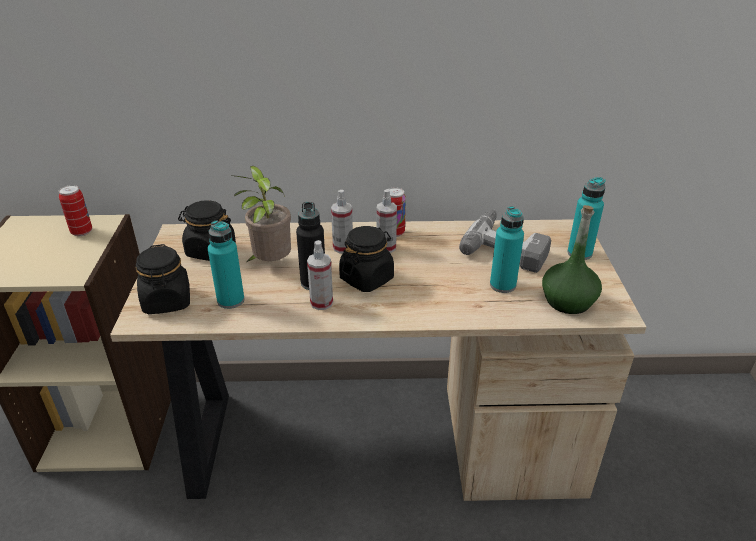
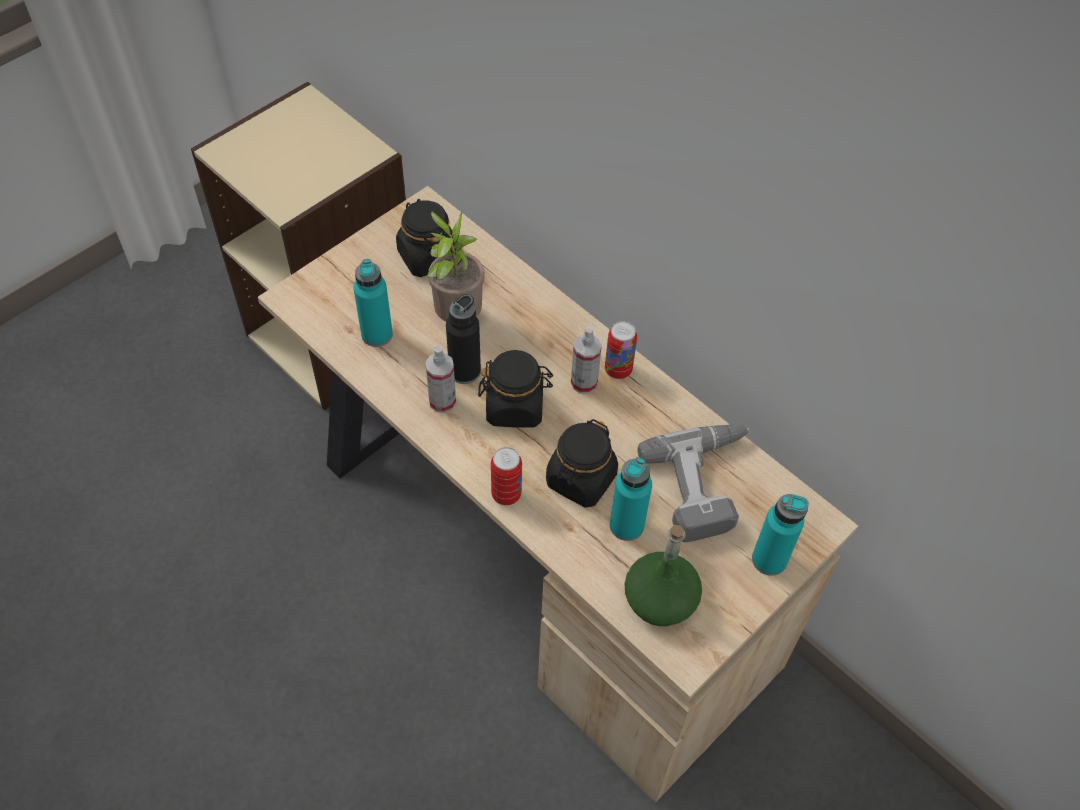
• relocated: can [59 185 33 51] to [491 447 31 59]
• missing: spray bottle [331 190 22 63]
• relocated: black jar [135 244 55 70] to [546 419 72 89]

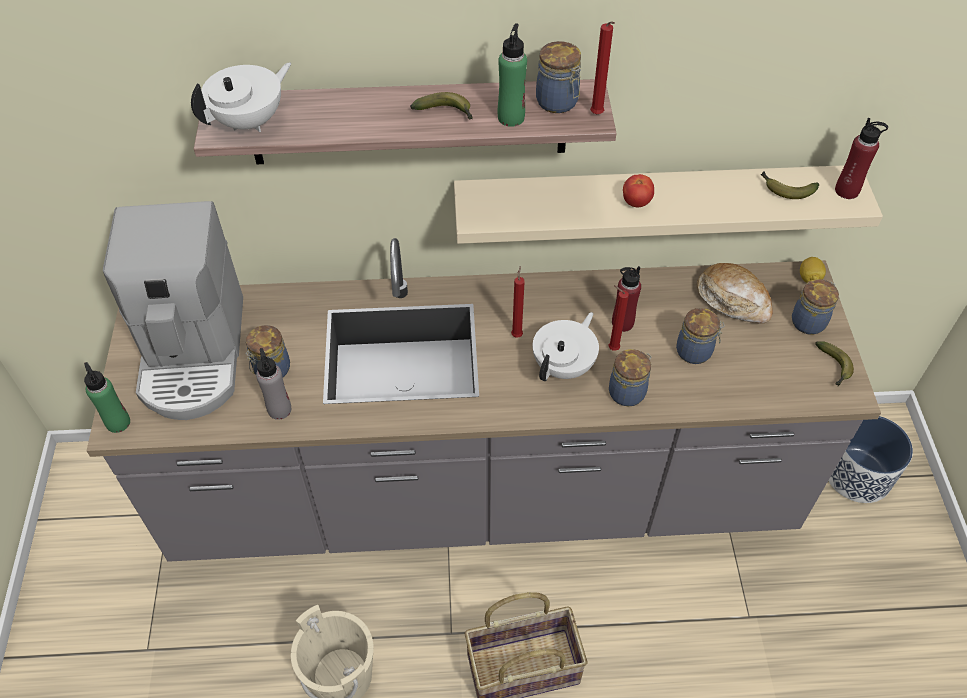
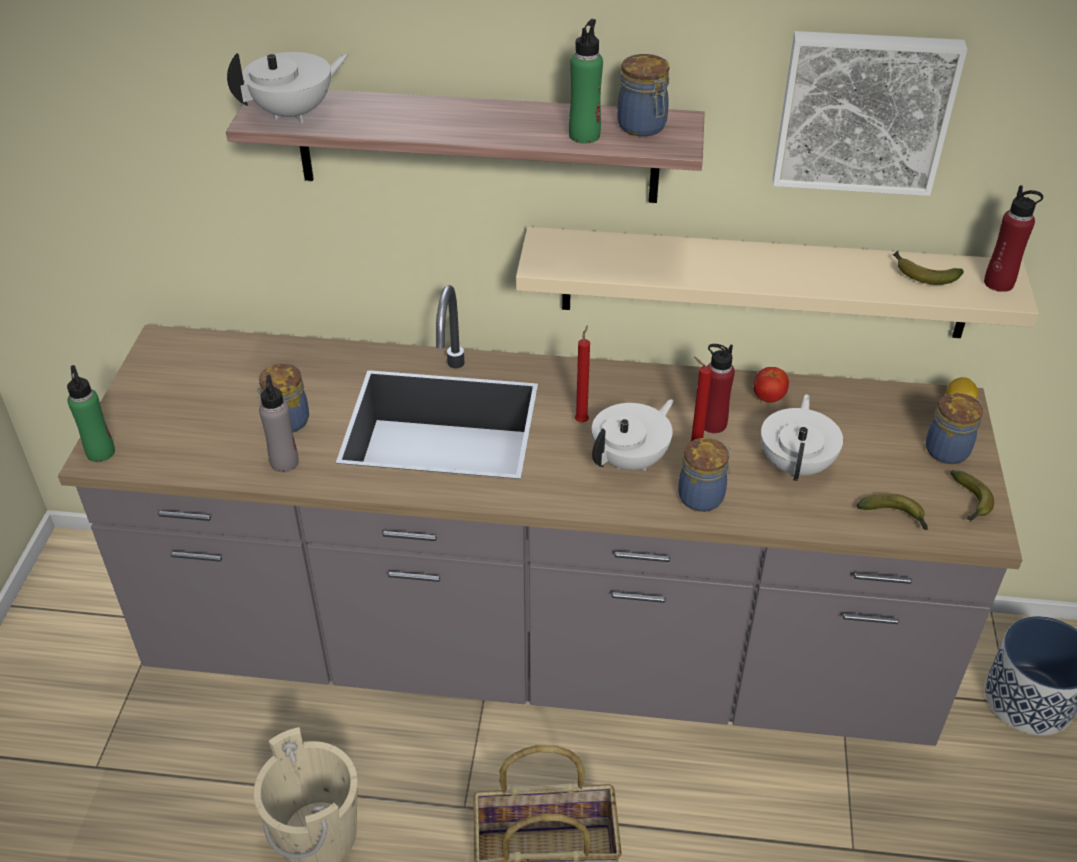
• missing: red candle [590 21 25 93]
• relocated: banana [410 92 63 28] to [857 494 71 36]
• relocated: tomato [623 174 31 33] to [754 367 35 36]
• missing: coffee machine [103 201 140 219]
• missing: bread [697 263 76 60]
• exchanged: jar [676 308 48 56] to white teapot [761 394 82 87]
• appeared: picture [773 31 194 165]

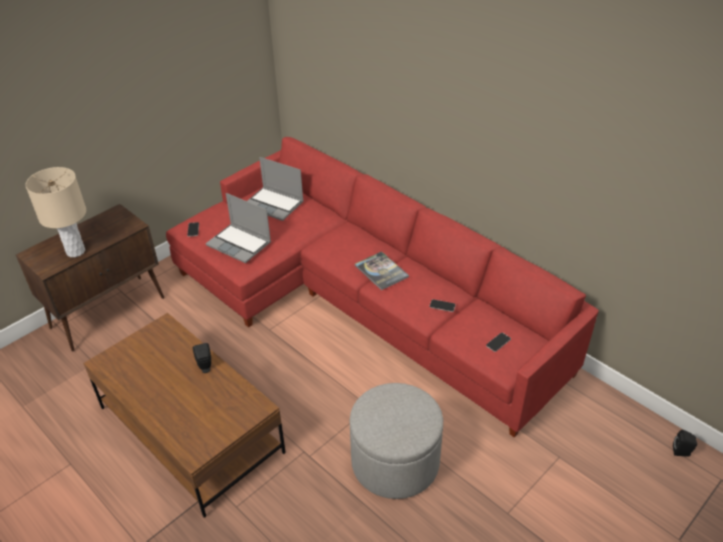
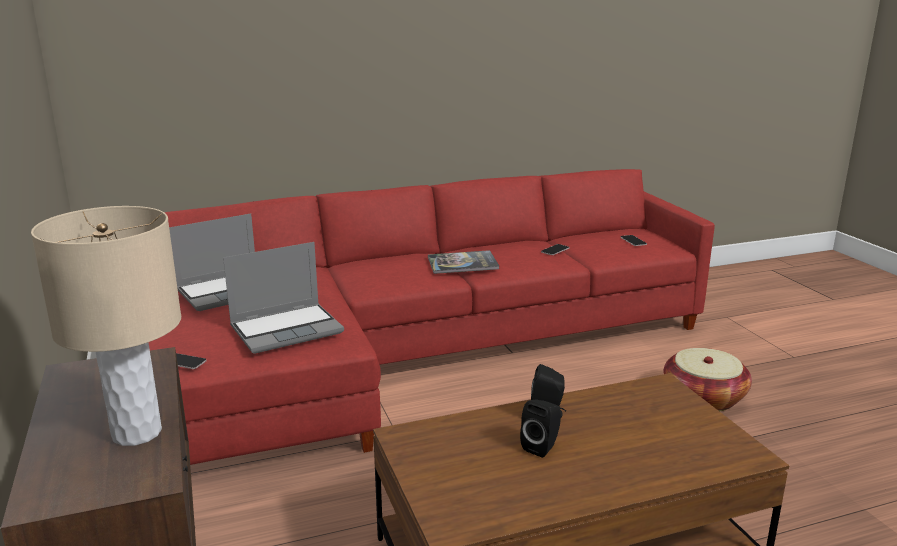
• exchanged: grey ottoman [350 383 93 116] to basket [663 348 89 63]
• relocated: black speaker [673 430 24 26] to [520 399 41 59]

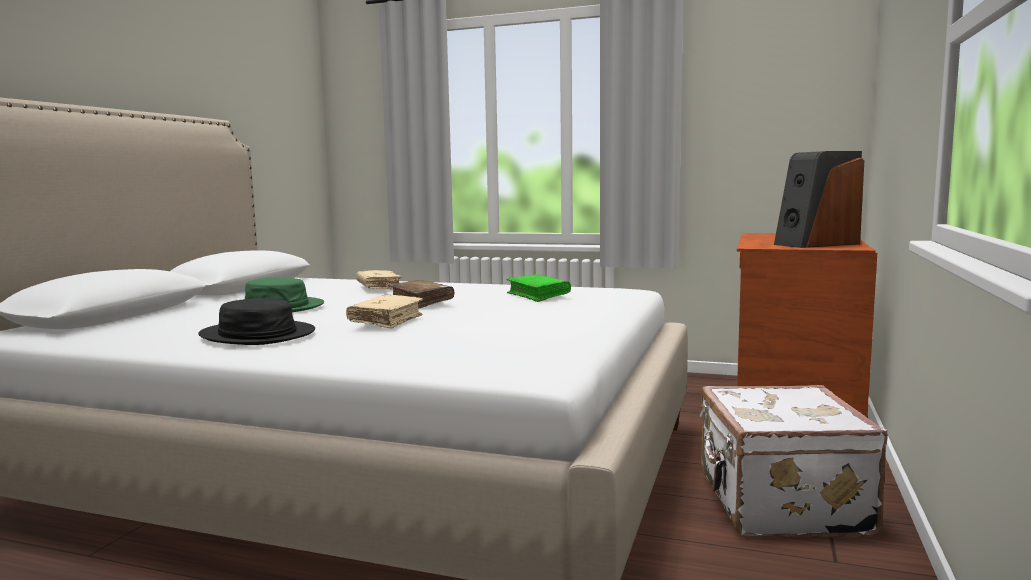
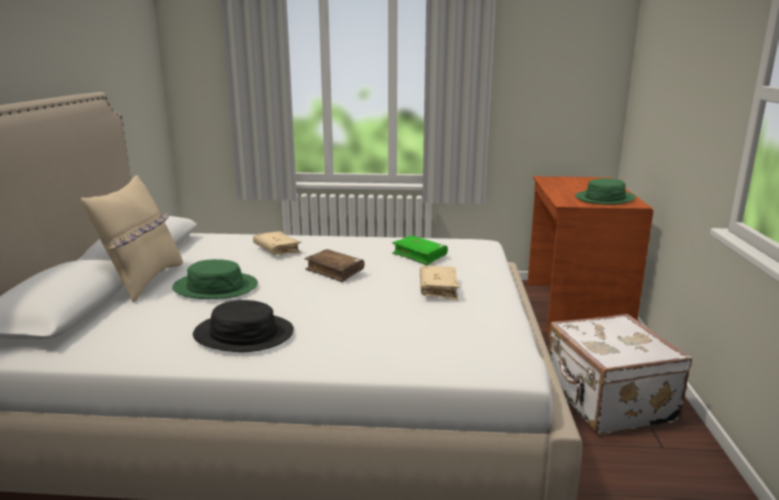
• exchanged: speaker [774 151 90 97] to green hat [575 178 61 26]
• relocated: beige book [346 294 77 35] to [420 265 40 35]
• appeared: beige pillow [81 175 102 128]

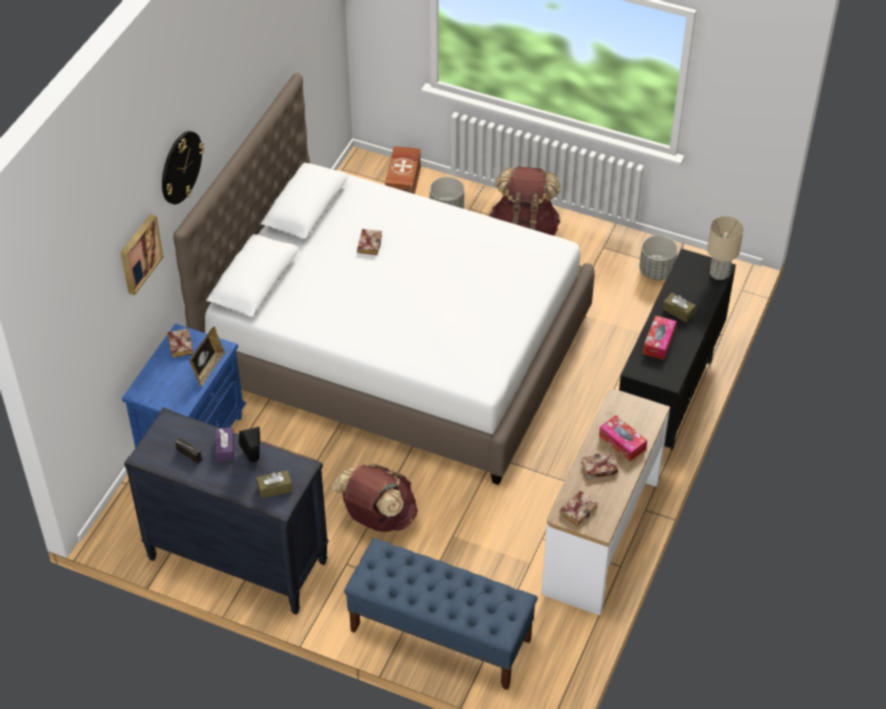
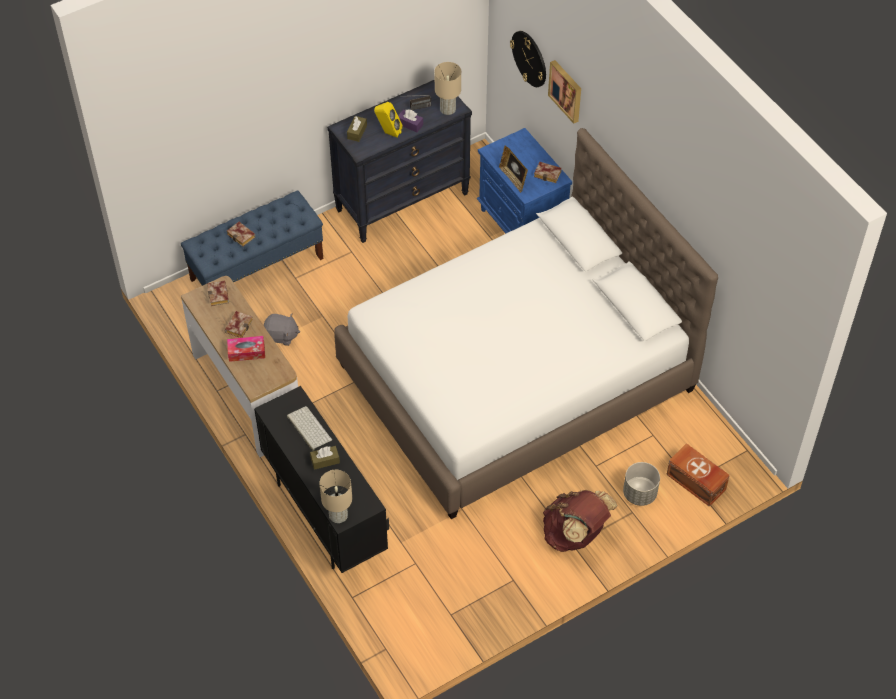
• relocated: wall clock [162 131 42 73] to [510 31 36 56]
• relocated: book [357 229 25 26] to [227 222 28 25]
• missing: grey planter [639 235 39 45]
• exchanged: tissue box [643 315 33 45] to keyboard [287 406 45 45]
• colour: black speaker [239 427 21 35] to yellow speaker [374 102 29 36]
• missing: brown backpack [332 464 86 68]
• appeared: beige table lamp [435 62 26 53]
• appeared: grey plush toy [264 314 36 32]

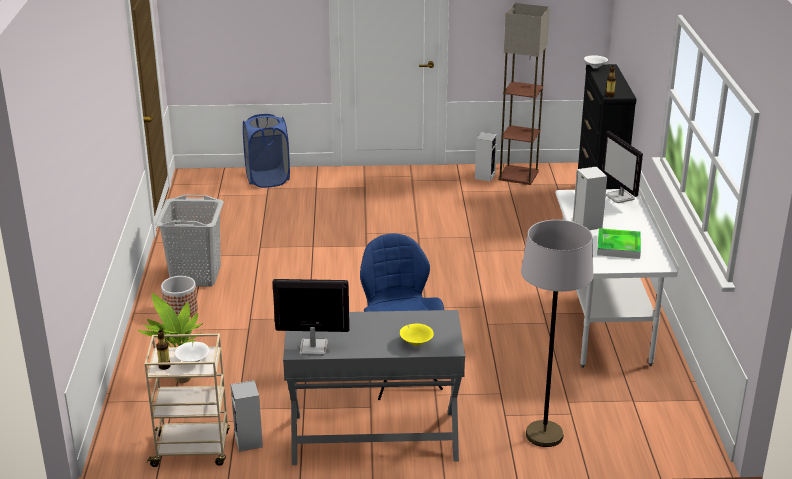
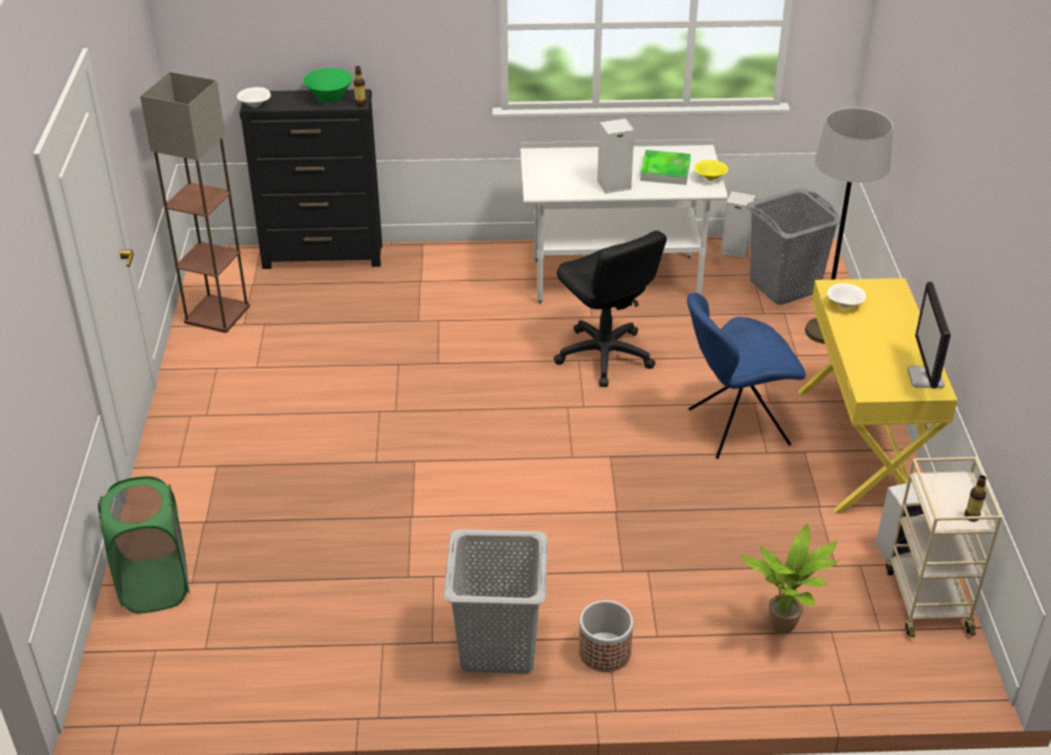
• colour: blue laundry basket [243 114 47 74] to green laundry basket [98 476 92 137]
• missing: monitor [602 131 41 72]
• relocated: speaker [475 132 22 49] to [721 191 35 67]
• colour: grey desk [283 310 182 155] to yellow desk [798 278 160 236]
• relocated: yellow bowl [400 324 34 22] to [695 160 33 21]
• relocated: white bowl [175 342 34 20] to [827 283 39 25]
• appeared: green bowl [303 68 50 34]
• appeared: grey laundry basket [746 188 95 117]
• appeared: black office chair [554 230 113 157]

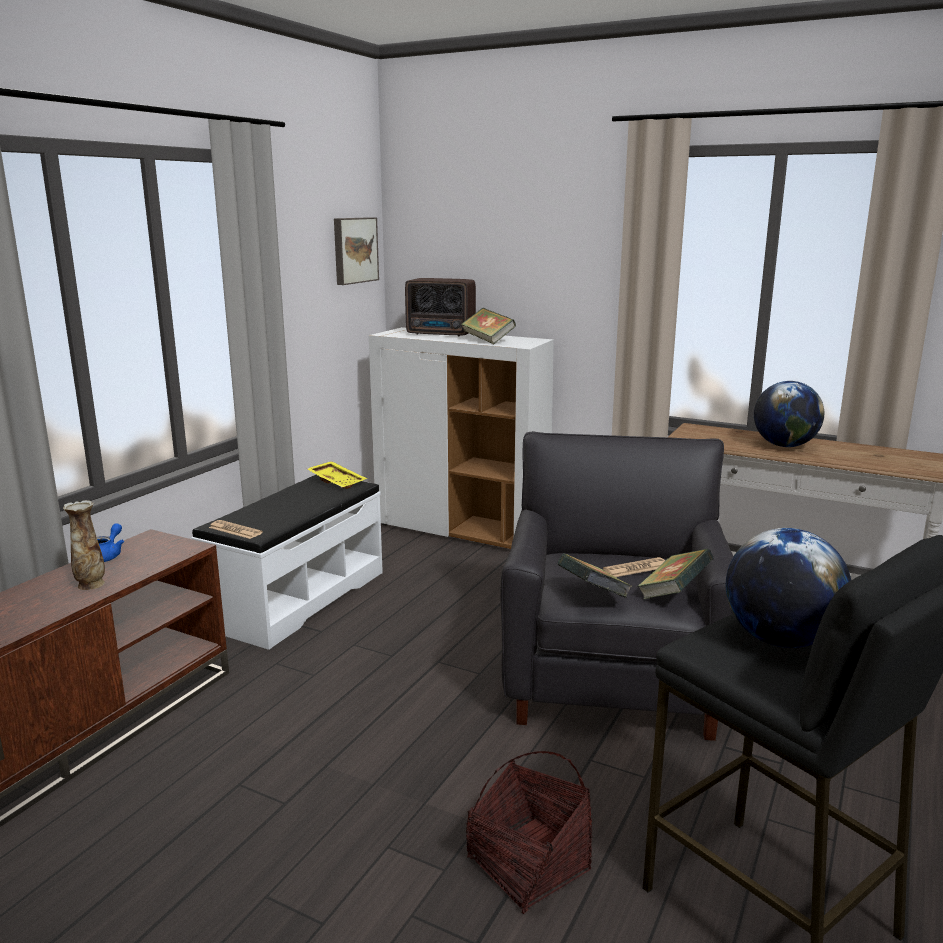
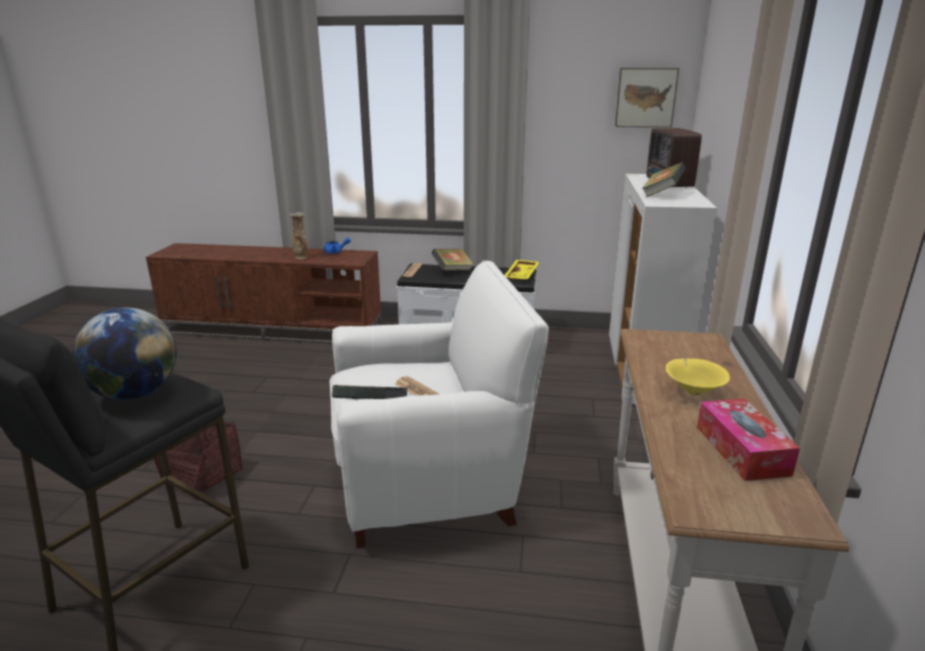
• exchanged: globe [754 381 70 66] to yellow bowl [666 358 64 37]
• colour: black armchair [500 431 233 310] to white armchair [330 261 219 287]
• relocated: book [558 553 74 45] to [432 249 42 22]
• appeared: tissue box [697 399 103 82]

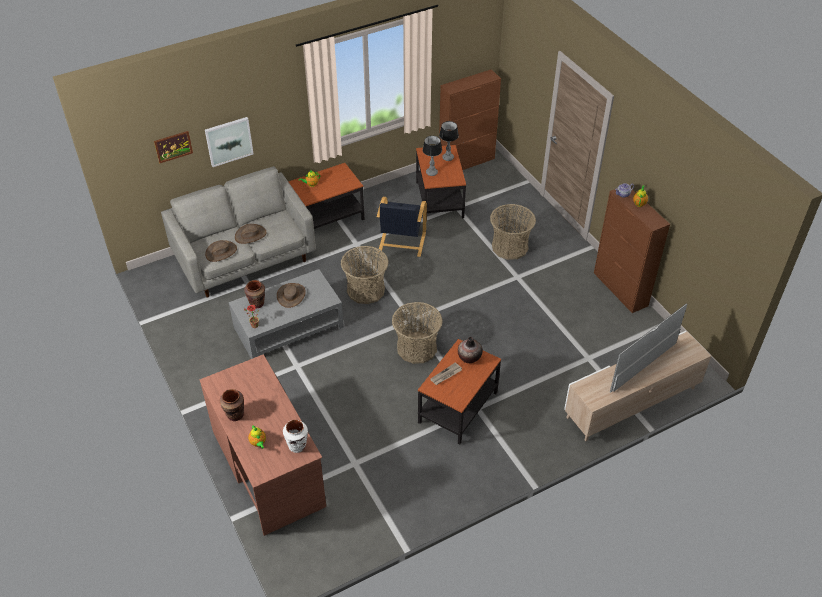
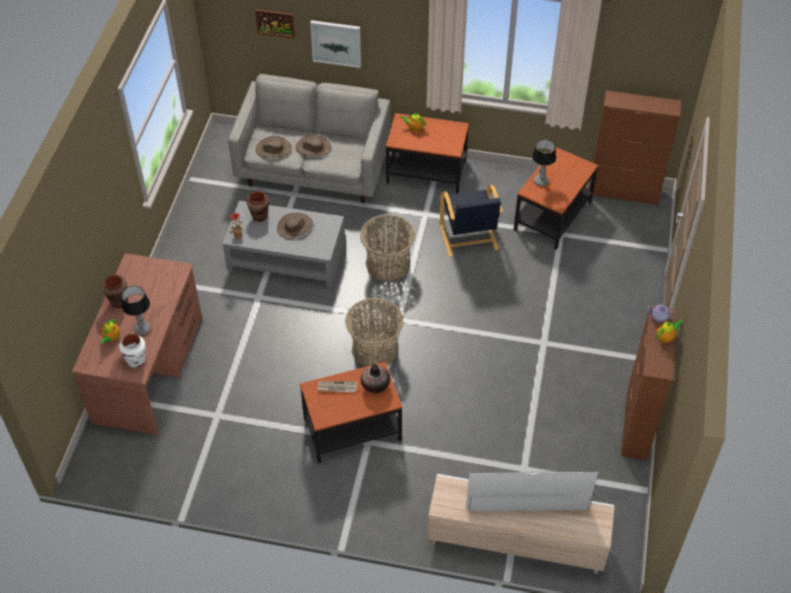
• relocated: table lamp [439 121 20 40] to [122 286 29 49]
• spun: black armchair [377 197 50 60] = [440 185 63 72] 60 degrees counterclockwise
• missing: basket [490 204 46 56]

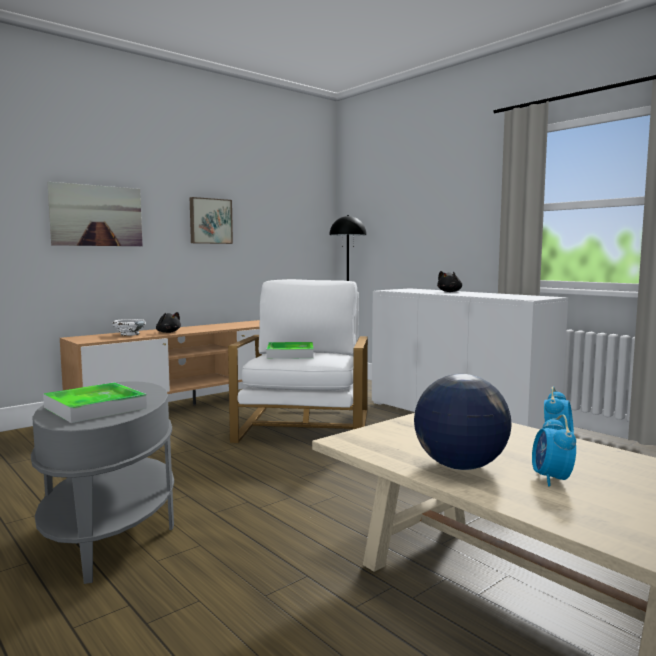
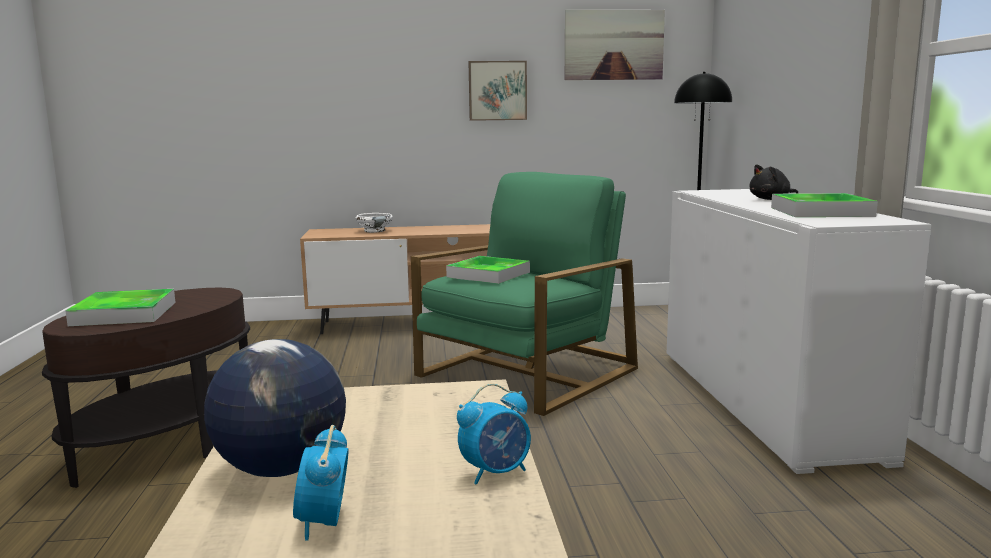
• relocated: picture [47 182 96 64] to [565 10 100 70]
• colour: white armchair [228 279 140 164] to green armchair [411 172 227 244]
• missing: black plush toy [156 312 25 21]
• colour: grey side table [31 381 143 203] to brown side table [42 288 208 200]
• spun: alarm clock [532 415 44 71] = [293 425 56 116] 45 degrees counterclockwise
• appeared: tray [771 193 107 24]

